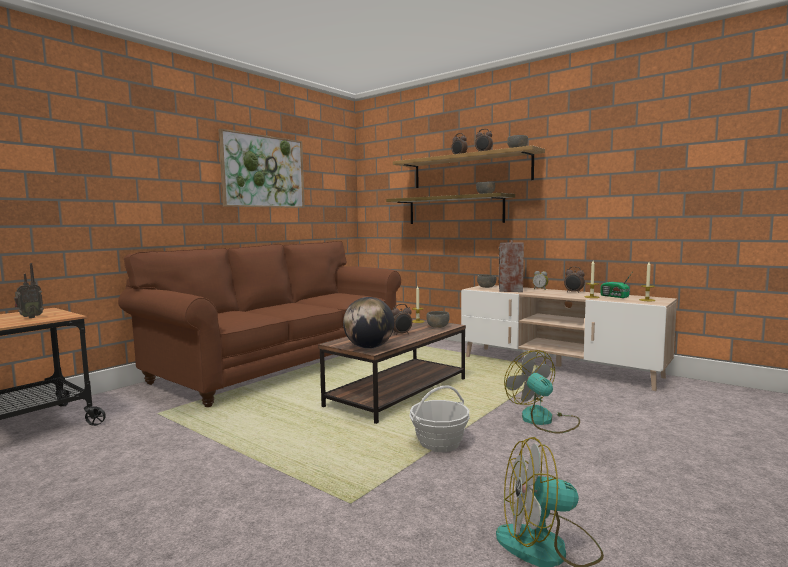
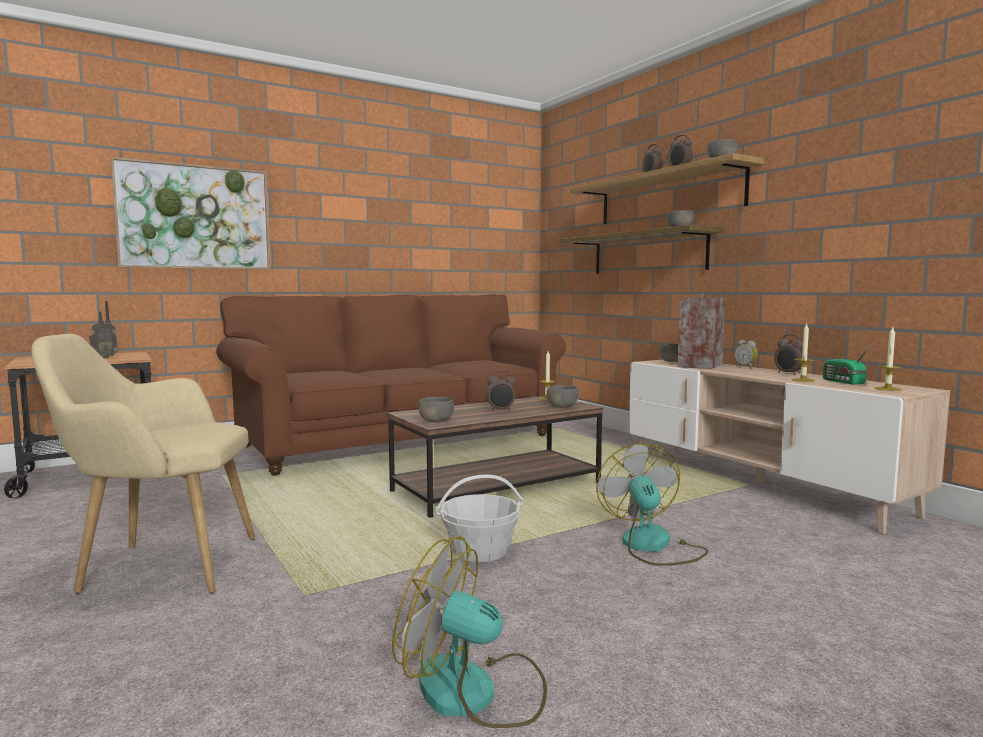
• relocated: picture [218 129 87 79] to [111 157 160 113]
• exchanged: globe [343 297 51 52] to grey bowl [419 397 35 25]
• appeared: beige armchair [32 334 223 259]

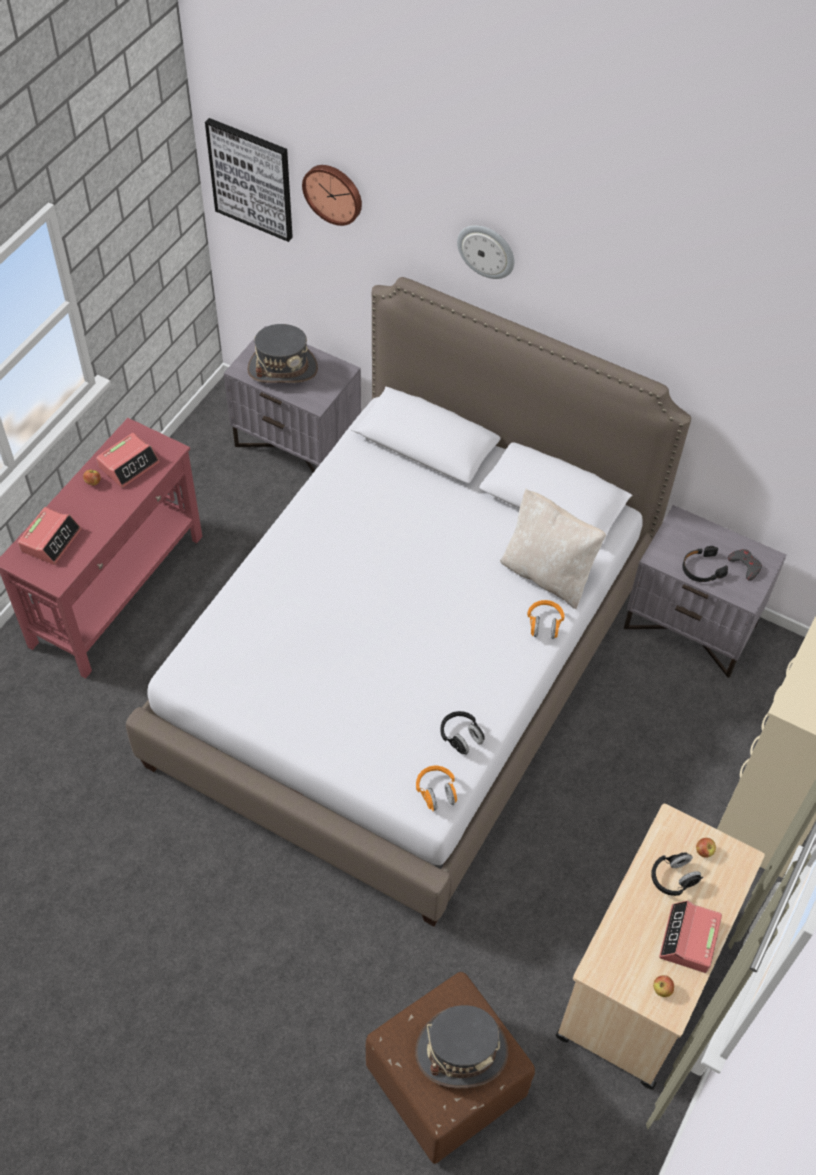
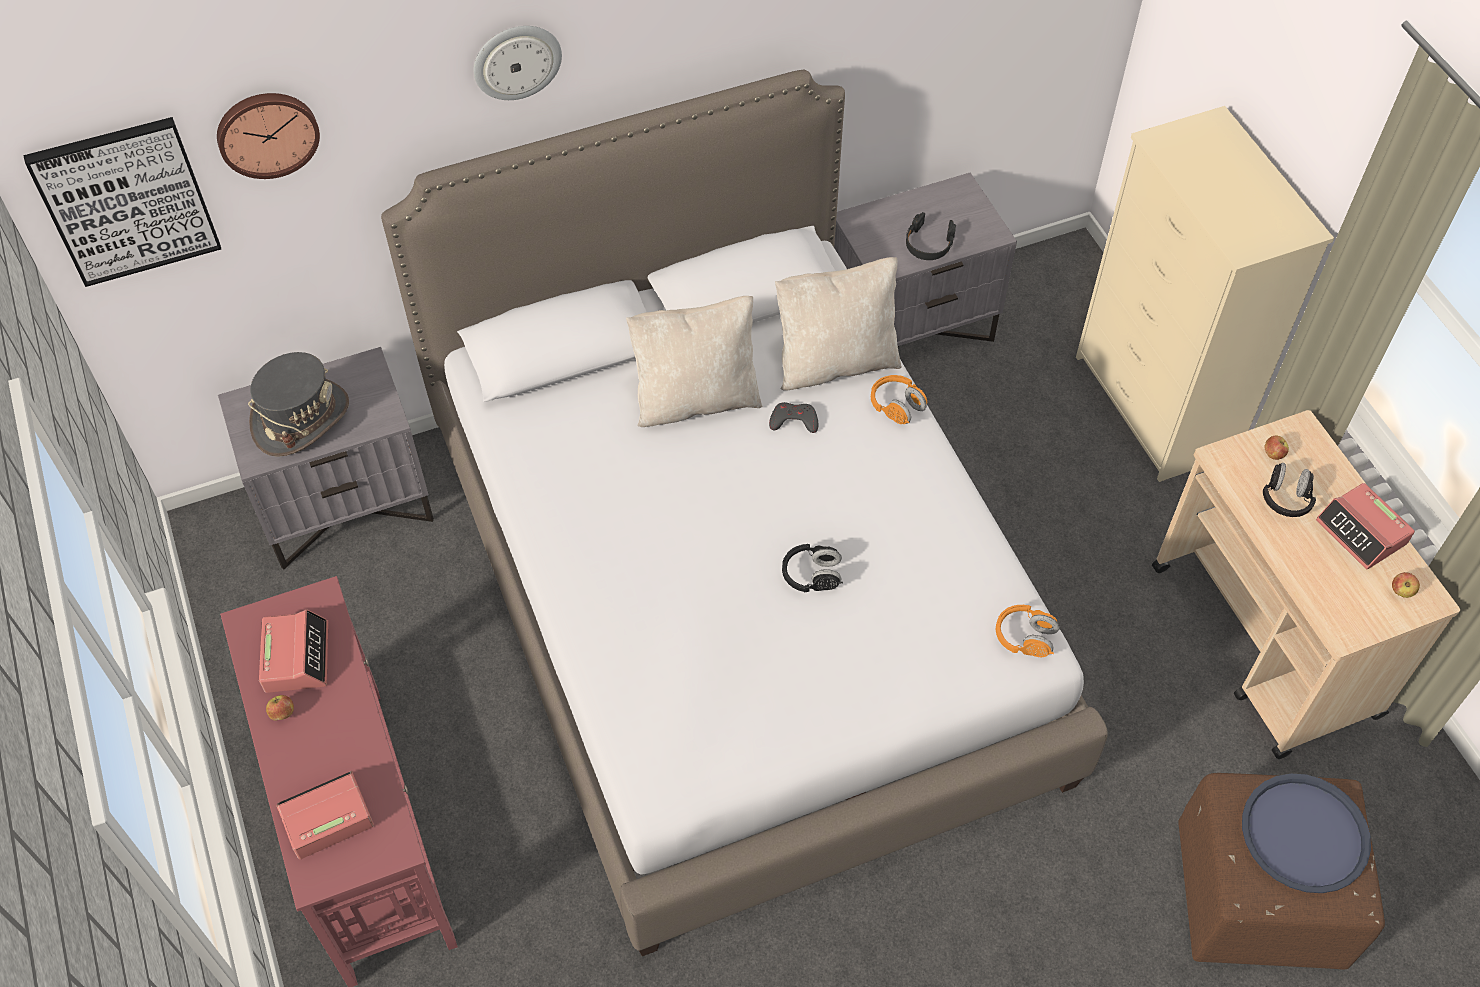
• spun: alarm clock [18 507 63 58] = [276 771 98 88] 90 degrees counterclockwise
• relocated: grey game controller [728 549 34 32] to [769 402 50 31]
• relocated: black headphones [440 711 45 44] to [782 544 61 48]
• exchanged: grey hat [415 1005 93 83] to blue tray [1242 774 129 119]
• appeared: beige pillow [626 296 137 131]

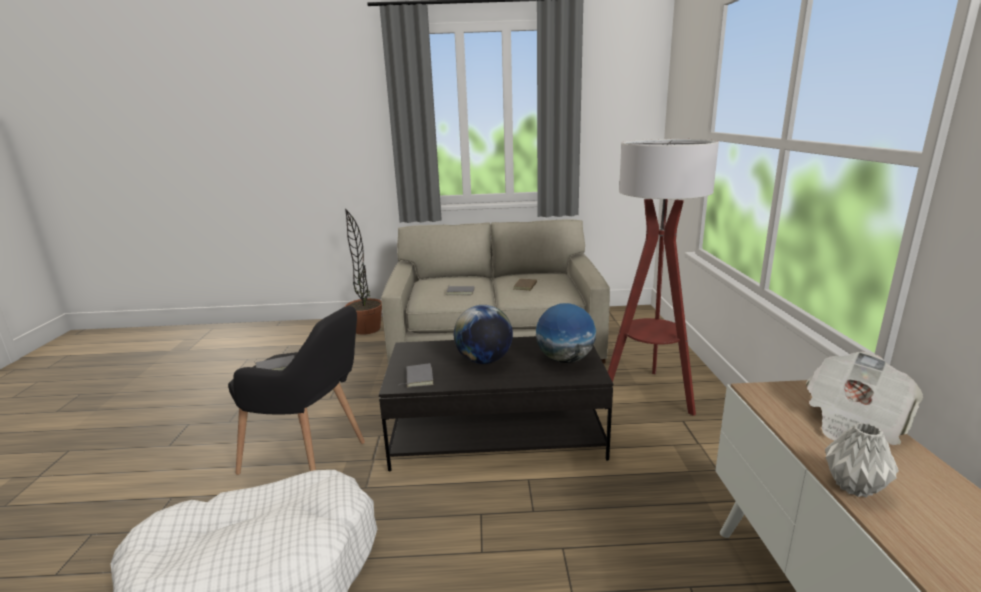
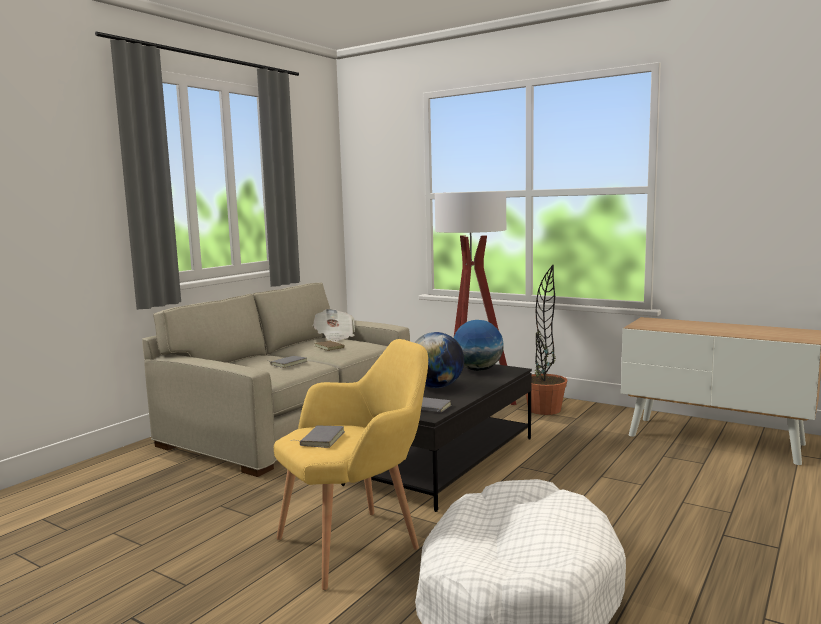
• relocated: potted plant [345 209 37 126] to [526 264 41 151]
• colour: black armchair [228 306 137 169] to yellow armchair [274 339 154 251]
• relocated: newspaper [806 352 117 93] to [313 309 42 33]
• missing: grey vase [825 422 74 76]

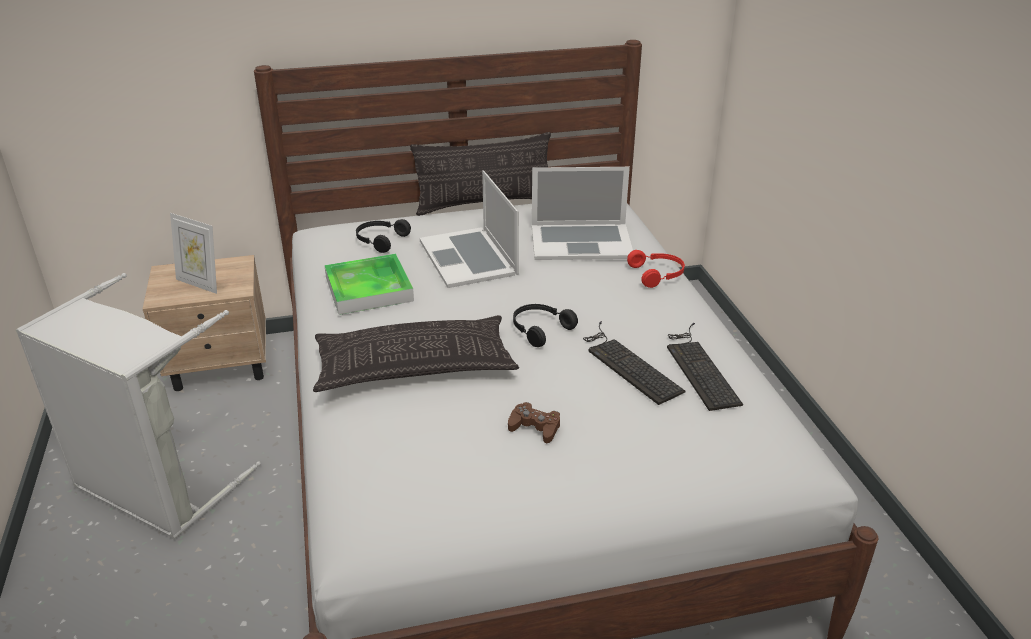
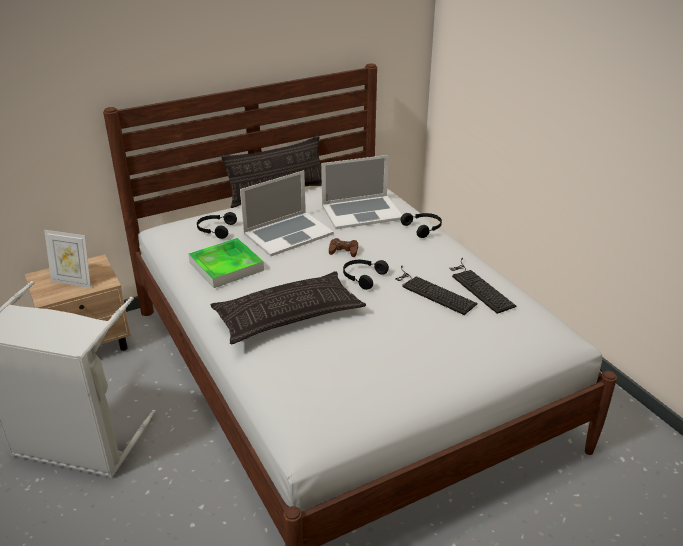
• spun: laptop [420 170 99 118] = [240 170 94 87] 90 degrees counterclockwise
• colour: red headphones [627 250 58 38] to black headphones [401 213 41 25]
• relocated: brown game controller [508 402 52 41] to [329 238 29 19]

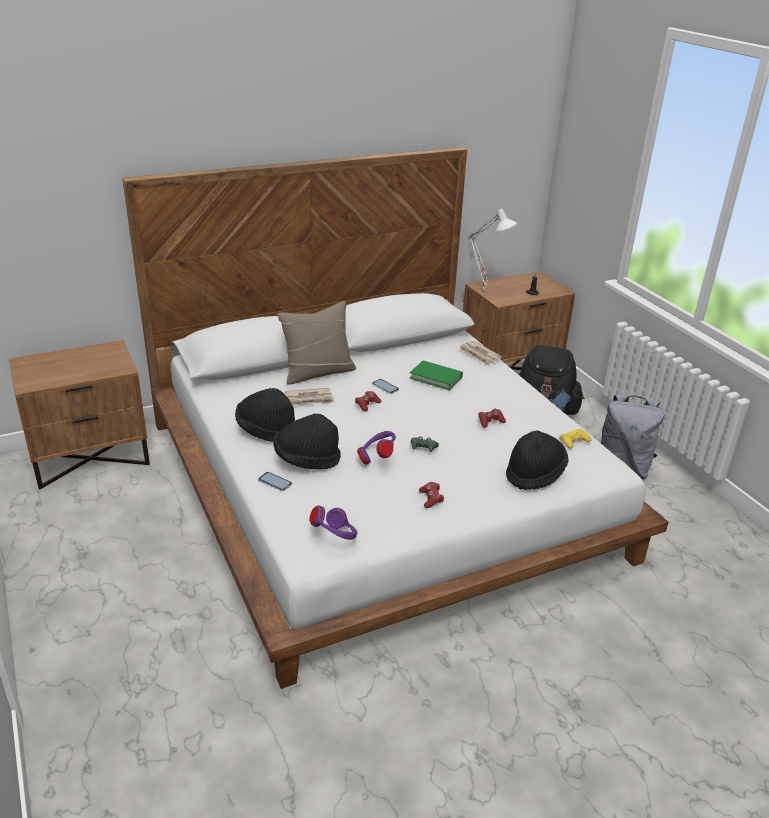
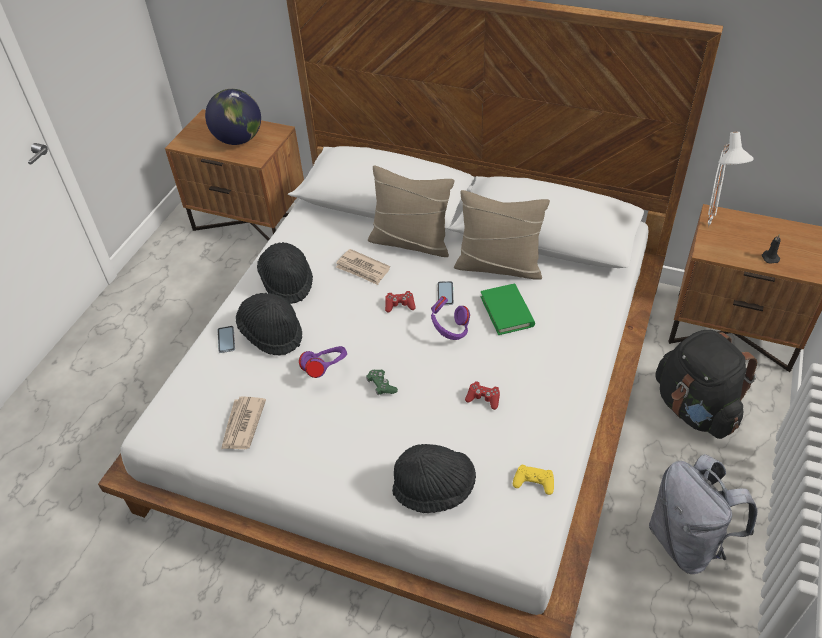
• relocated: newspaper [459 340 43 26] to [221 396 45 53]
• missing: red game controller [419 482 25 26]
• relocated: purple headphones [309 506 49 34] to [431 296 39 44]
• appeared: globe [205 89 56 56]
• appeared: beige pillow [454 190 96 90]

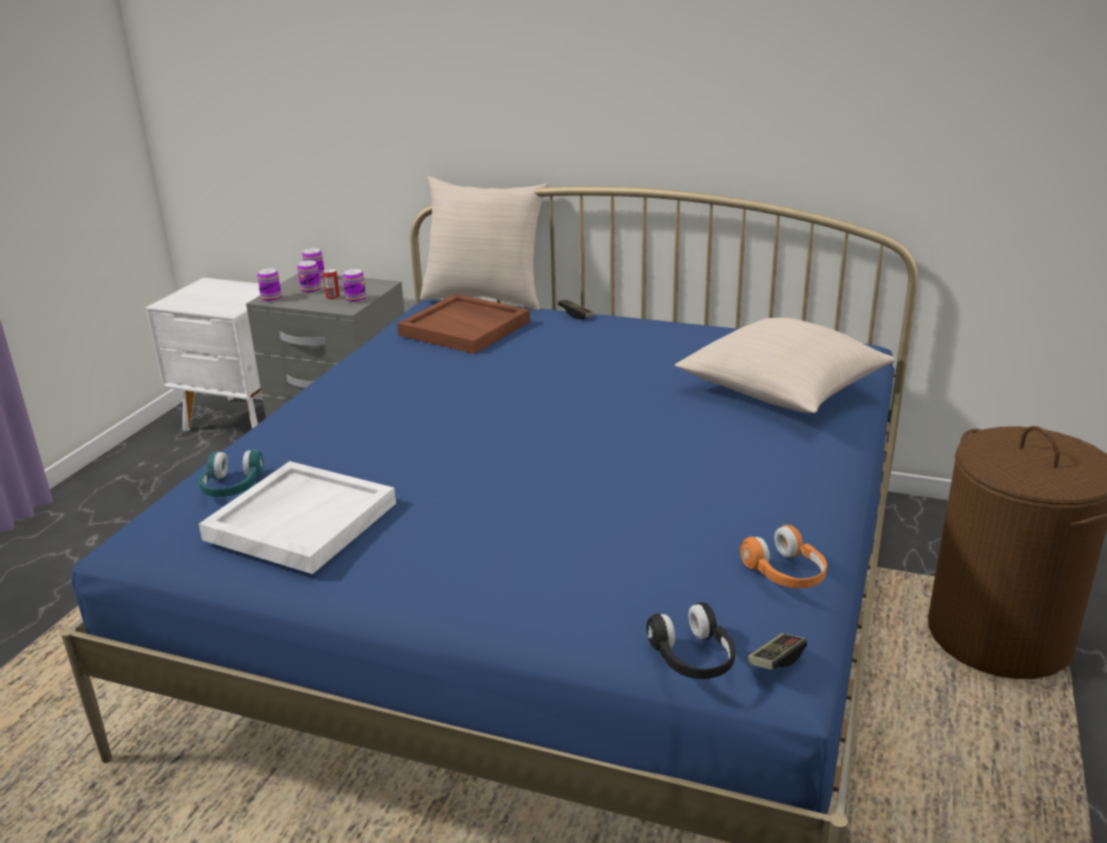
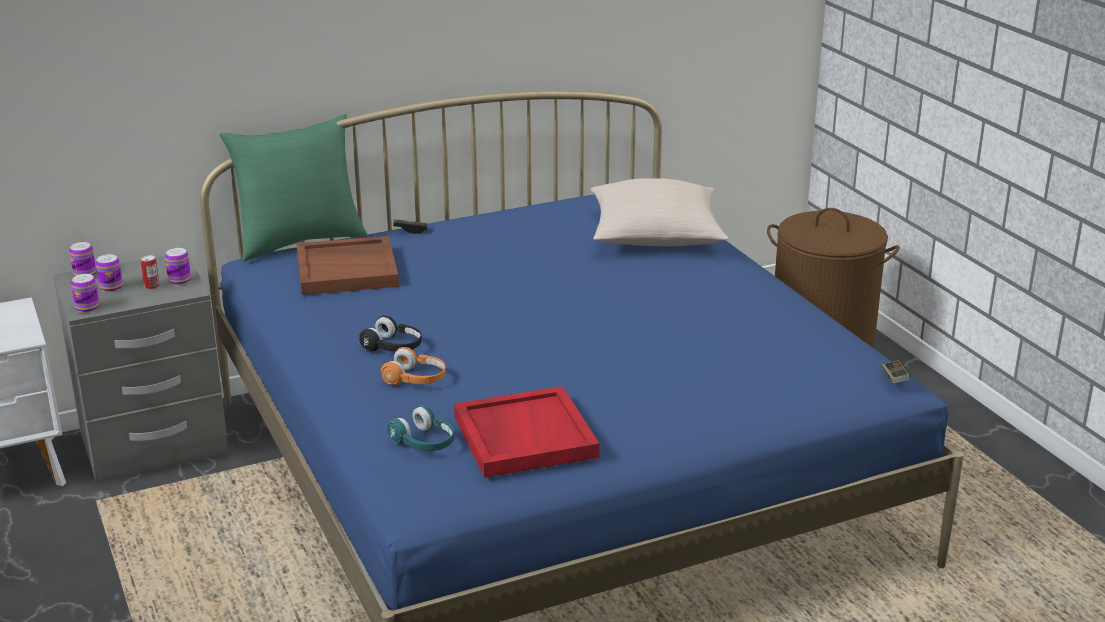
• colour: beige pillow [420 177 128 133] to green pillow [219 114 149 147]
• colour: white tray [199 461 197 113] to red tray [454 386 145 92]
• relocated: orange headphones [740 525 87 63] to [381 347 65 38]
• relocated: black headphones [646 602 89 77] to [359 316 63 36]

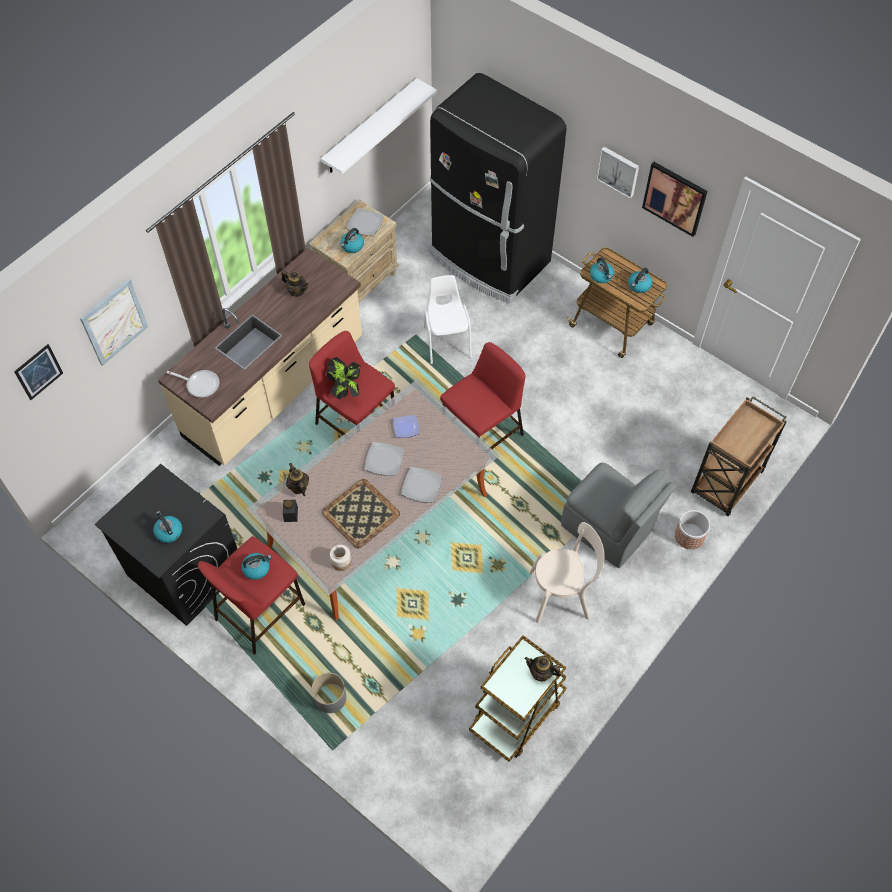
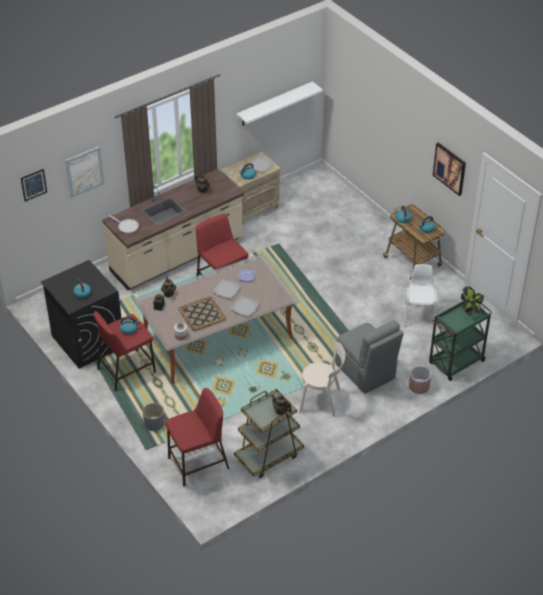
• missing: black fridge [429 73 138 230]
• missing: picture [596 147 43 52]
• relocated: white chair [424 275 48 89] to [404 264 33 63]
• relocated: red stool [440 342 86 107] to [165 388 64 98]
• relocated: potted plant [327 357 33 43] to [461 286 23 30]
• colour: brown cart [691 396 96 120] to green cart [429 301 64 80]

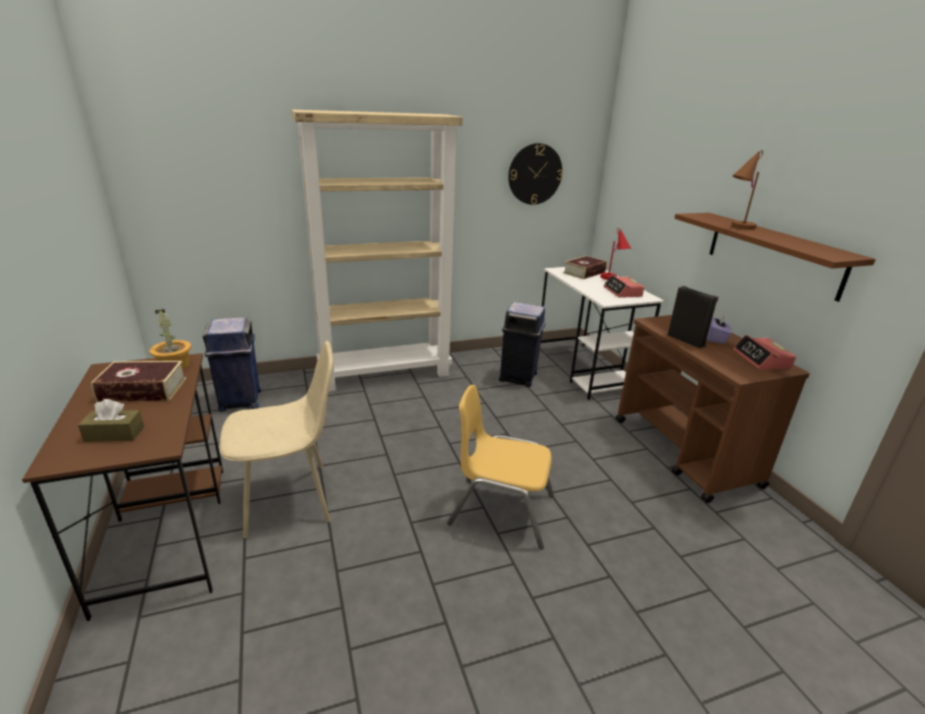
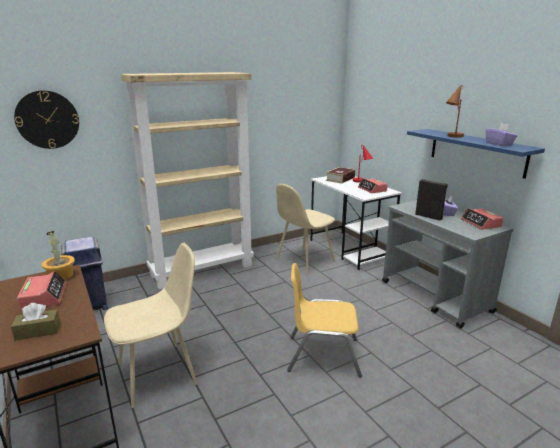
• relocated: wall clock [508 143 55 62] to [14 90 65 59]
• colour: brown shelf [674 213 202 89] to blue shelf [407 129 138 50]
• exchanged: blue trash can [499 302 47 85] to beige chair [276 184 59 90]
• colour: brown cart [615 315 195 188] to grey cart [382 200 132 128]
• exchanged: book [91 361 95 41] to alarm clock [17 271 50 39]
• appeared: purple tissue box [486 123 31 23]

